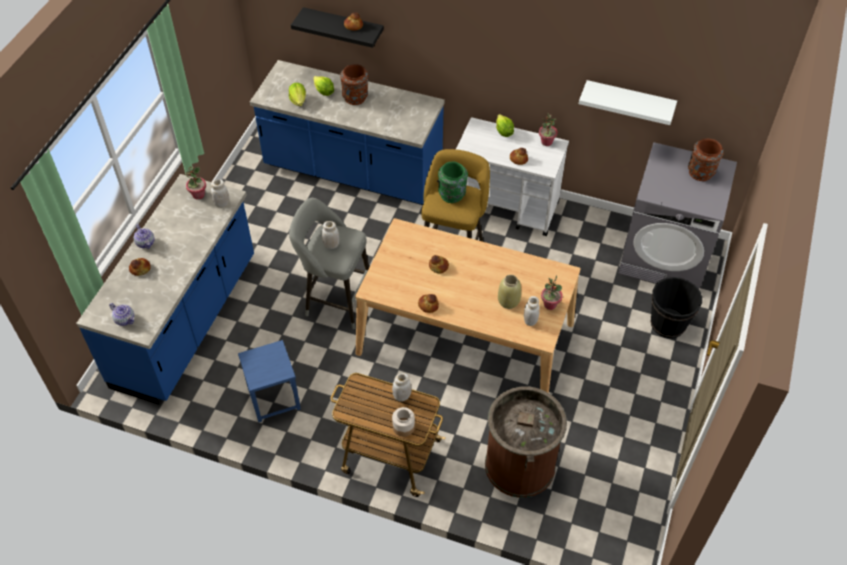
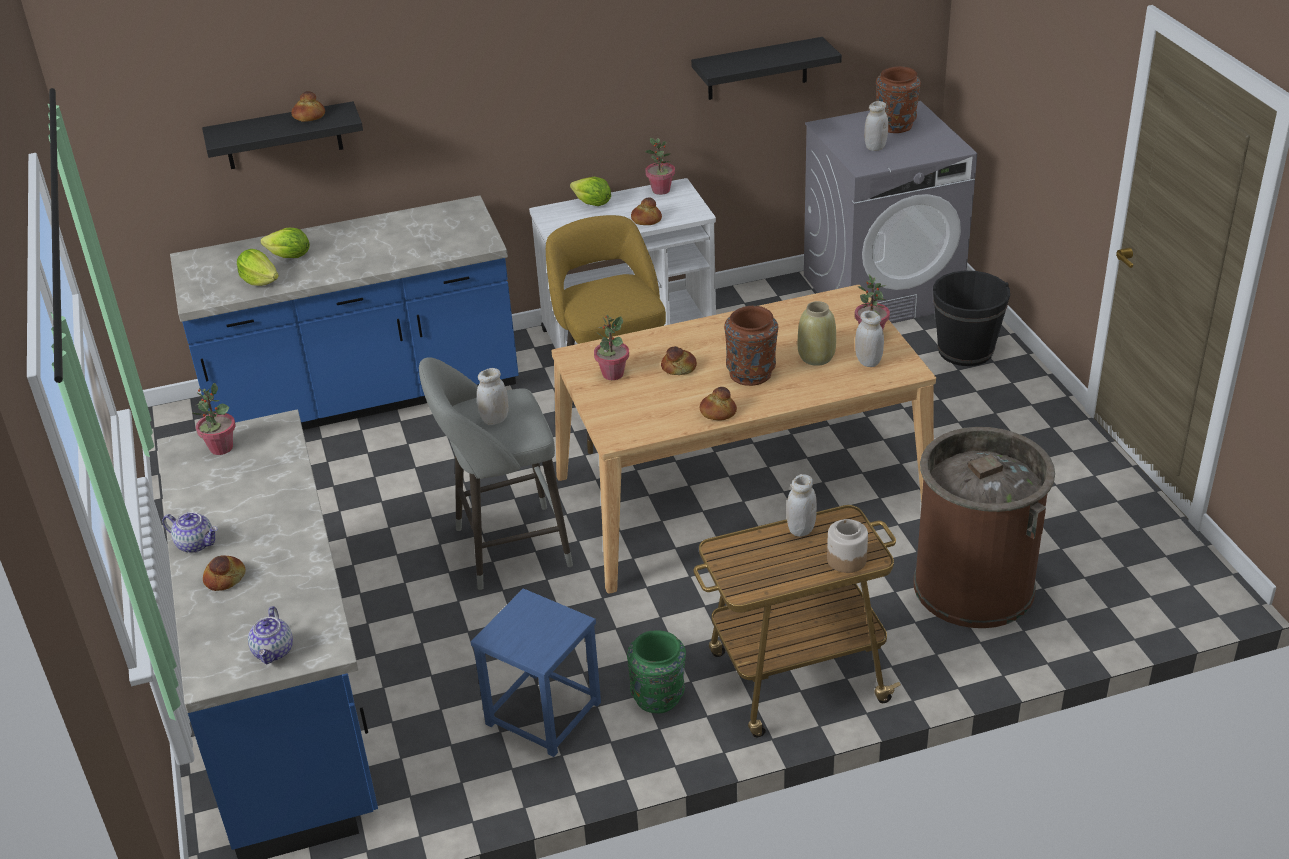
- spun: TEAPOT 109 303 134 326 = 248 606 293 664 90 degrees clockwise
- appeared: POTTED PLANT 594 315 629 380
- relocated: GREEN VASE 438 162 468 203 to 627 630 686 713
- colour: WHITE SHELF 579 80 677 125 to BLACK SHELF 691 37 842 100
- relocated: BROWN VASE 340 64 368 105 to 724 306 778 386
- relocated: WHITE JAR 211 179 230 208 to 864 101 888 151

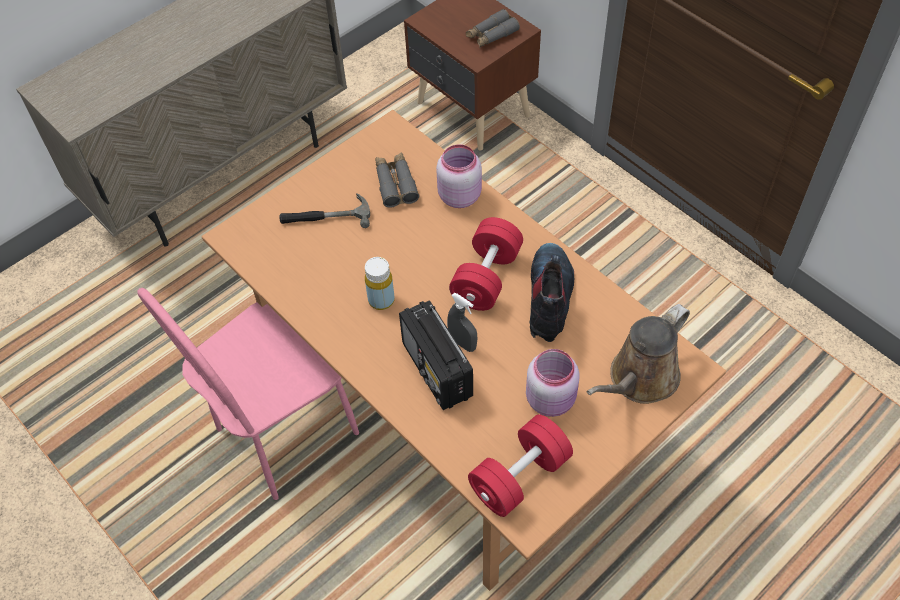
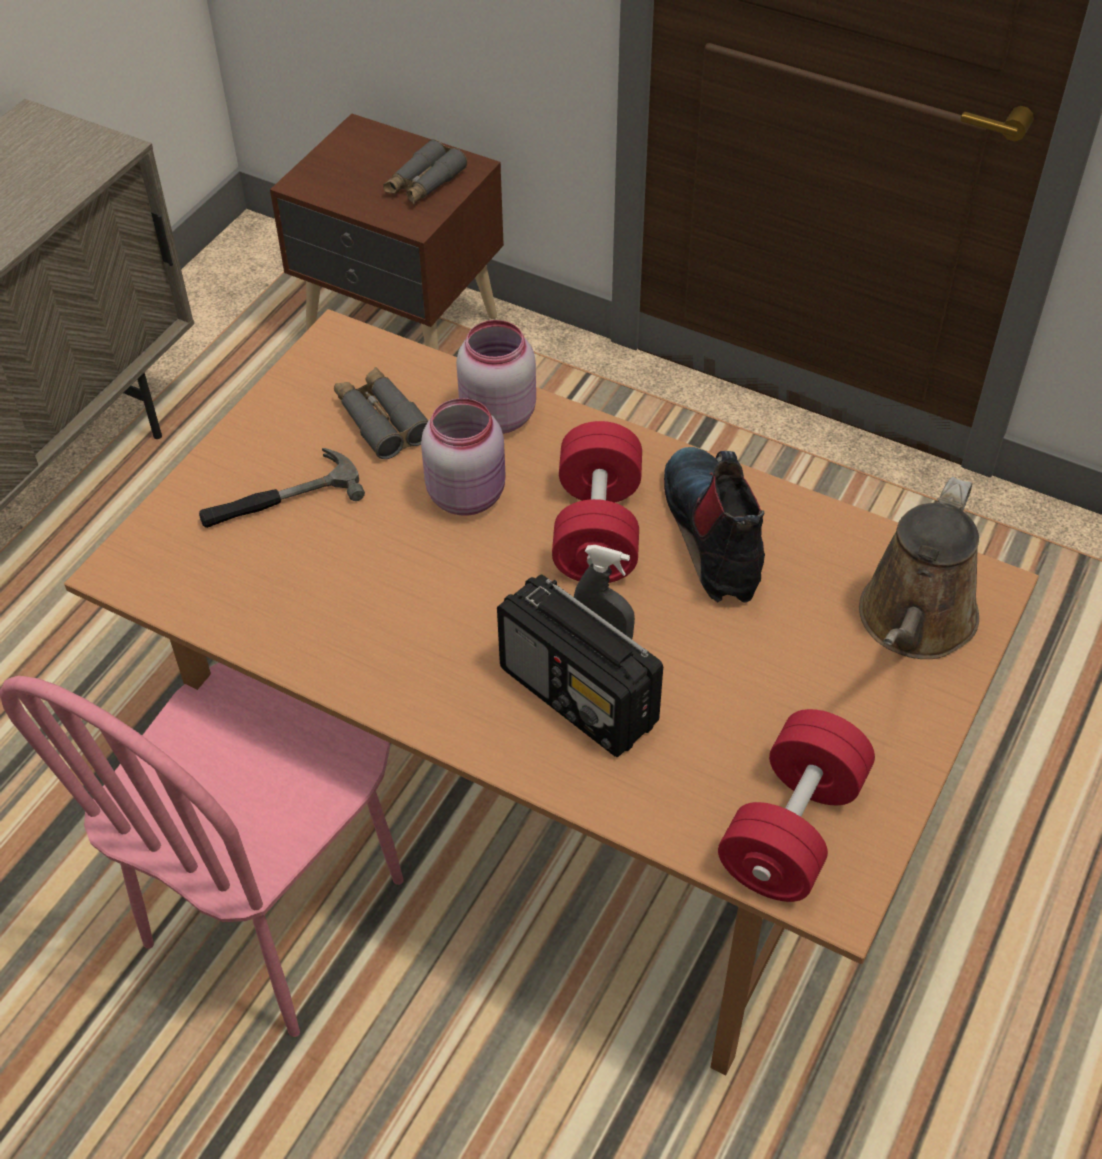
- relocated: PINK JAR 526 349 580 417 to 421 398 505 516
- missing: YELLOW BOTTLE 365 257 395 310

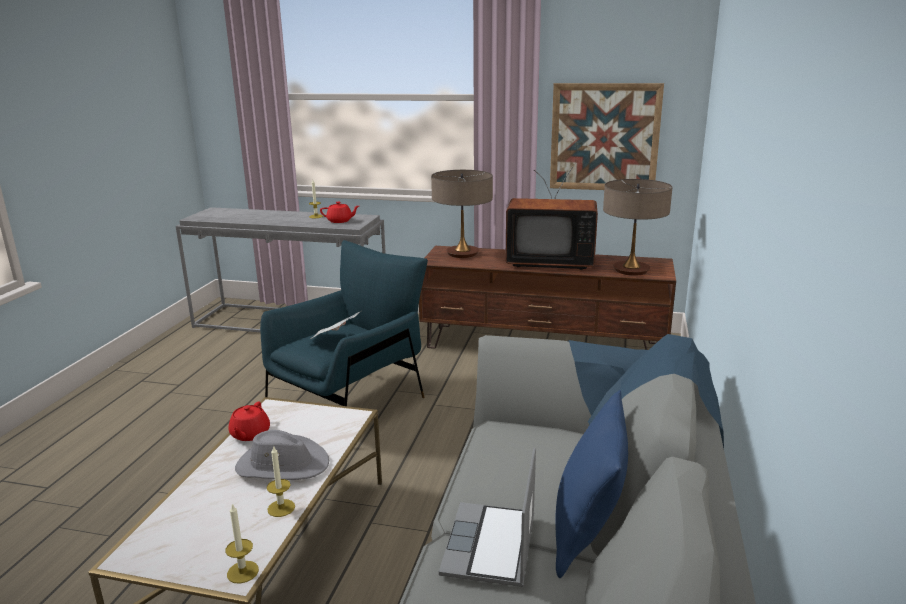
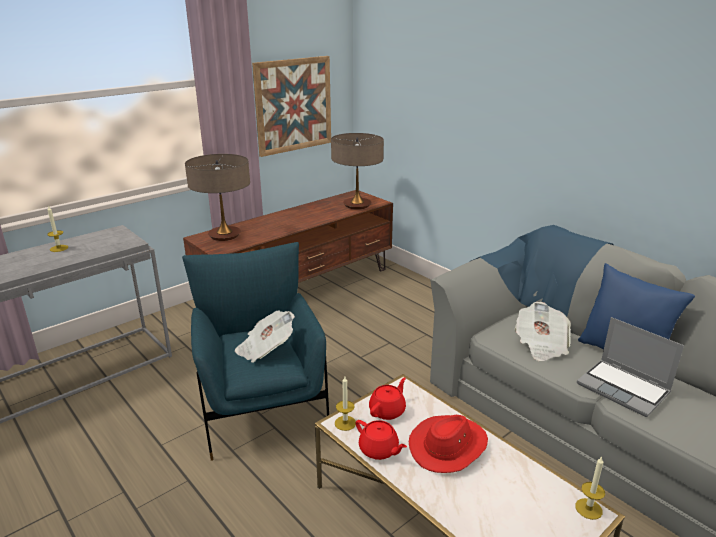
- relocated: CANDLE 267 445 295 517 to 335 377 356 431
- relocated: RED TEAPOT 320 202 359 223 to 369 378 406 420
- colour: GREY HAT 235 430 329 480 to RED HAT 409 415 488 473
- appeared: NEWSPAPER 515 302 571 361
- missing: TELEVISION 505 167 598 270

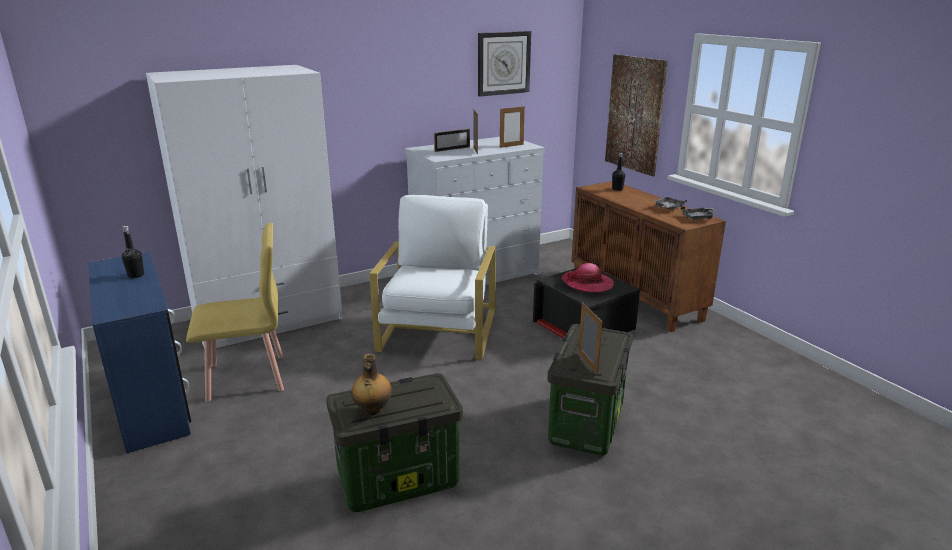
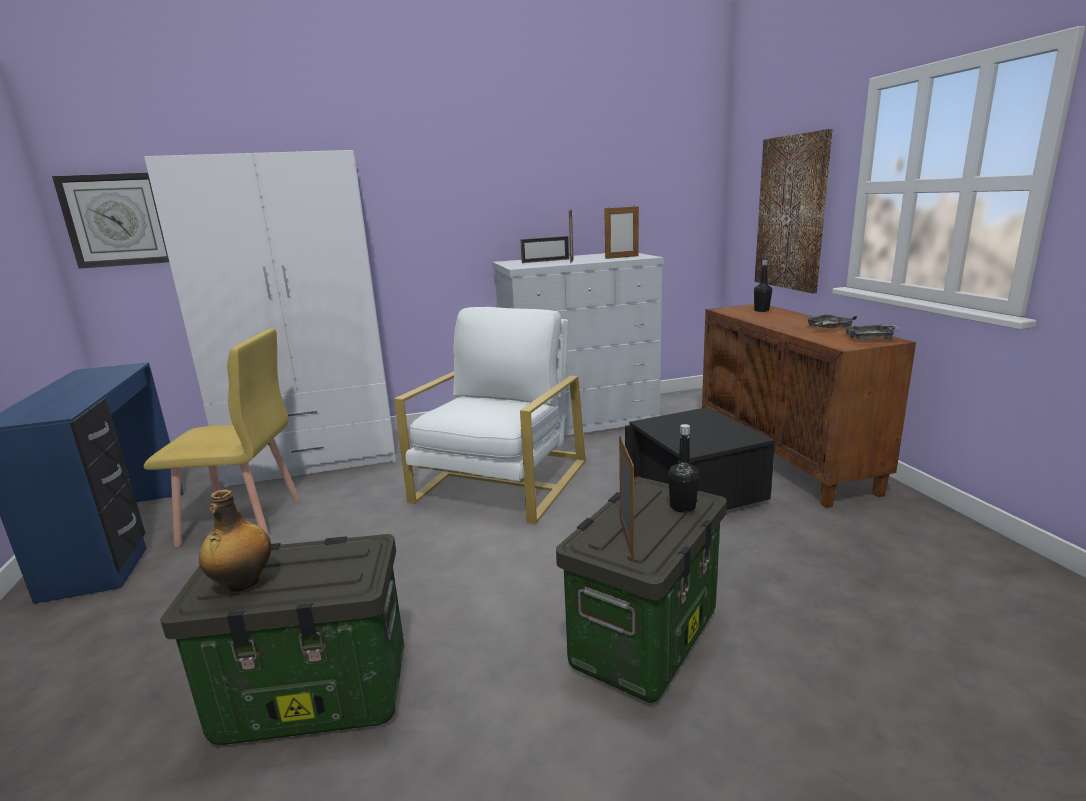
- relocated: WALL CLOCK 478 31 531 97 to 52 173 169 269
- relocated: BLACK BOTTLE 122 226 144 278 to 668 424 700 513
- missing: HAT 561 263 614 293

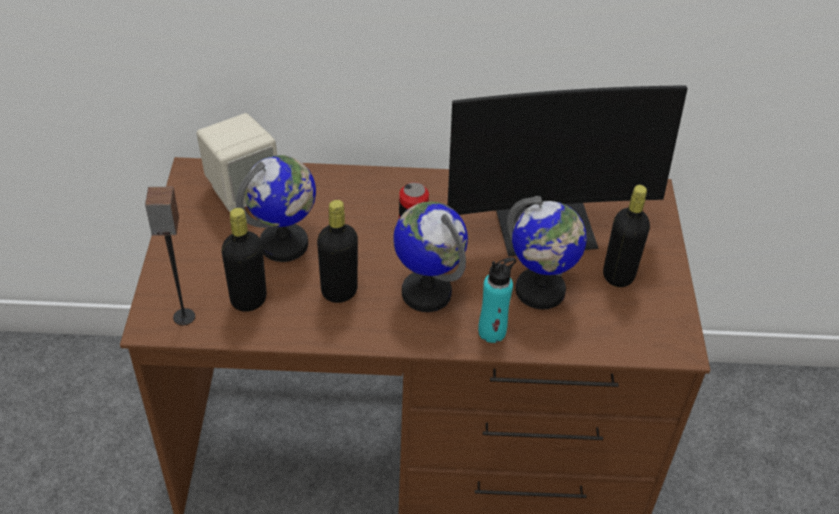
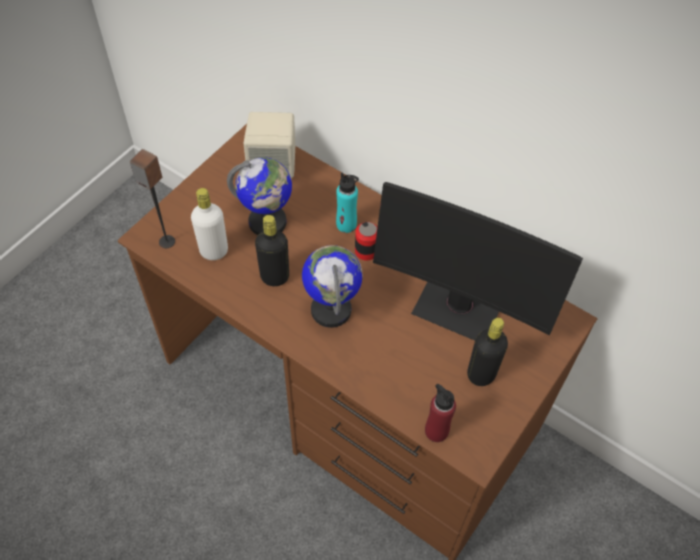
- colour: BLACK BOTTLE 221 208 267 312 to WHITE BOTTLE 191 188 228 260
- relocated: TURQUOISE BOTTLE 478 257 517 343 to 336 173 359 233
- appeared: RED BOTTLE 425 384 456 442
- missing: GLOBE 507 196 587 309

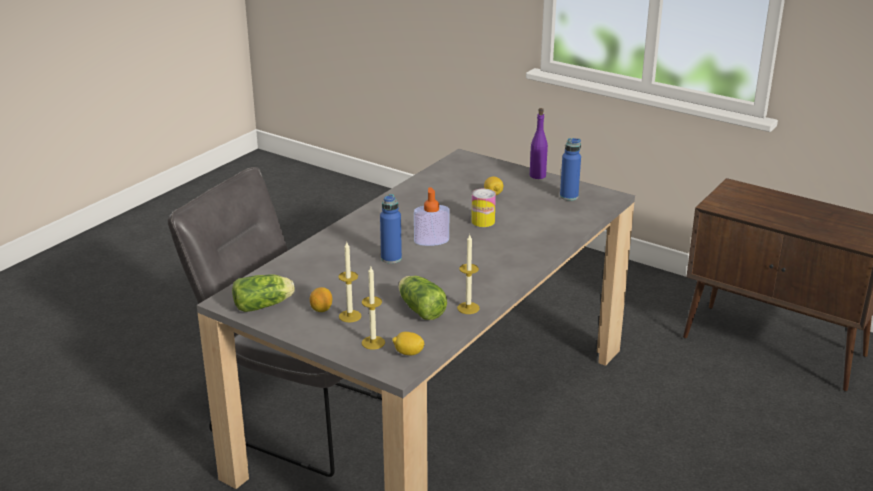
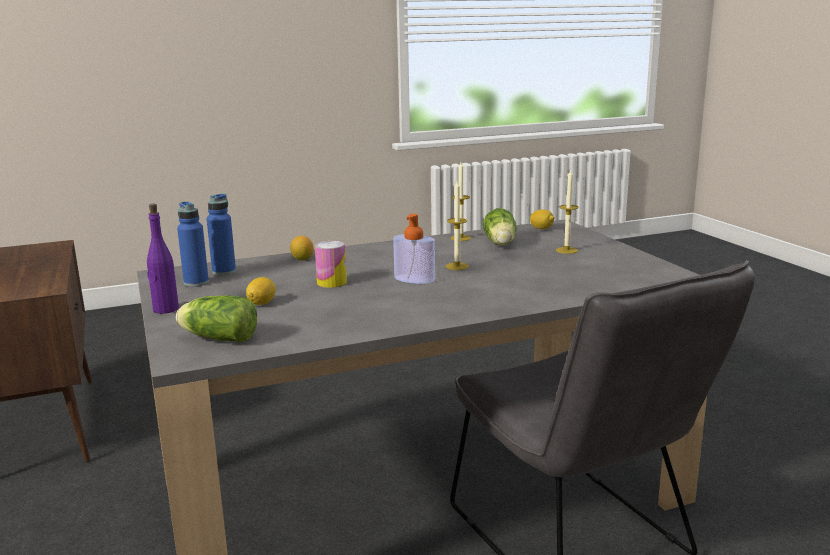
- relocated: LETTUCE 232 274 295 312 to 176 295 257 342
- relocated: BLUE BOTTLE 380 194 402 264 to 207 194 236 275
- relocated: LEMON 310 287 332 312 to 290 236 314 260
- relocated: CANDLE 362 267 385 350 to 446 181 469 270

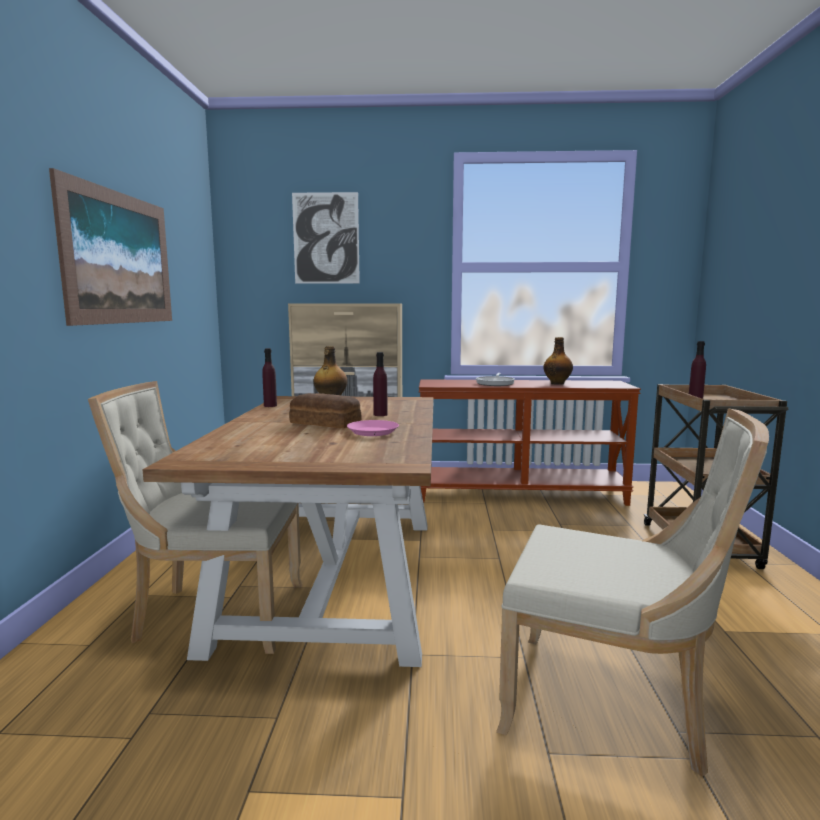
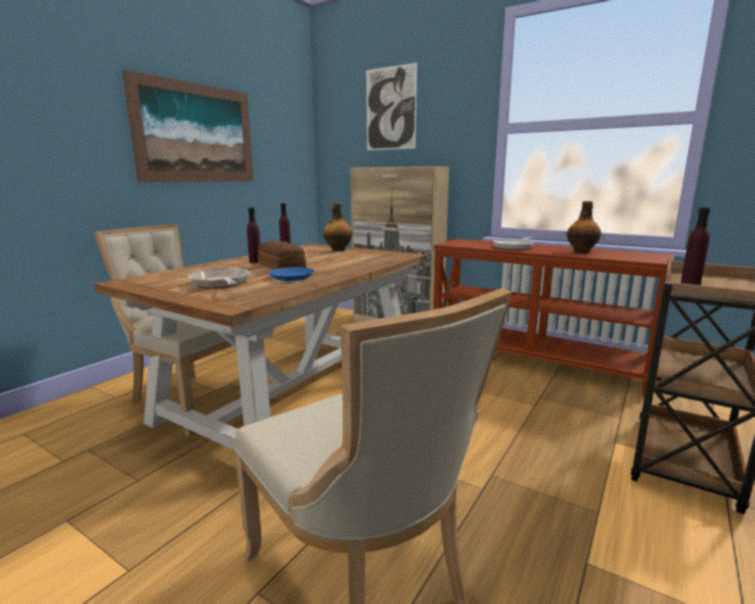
- appeared: FRYING PAN 188 268 251 289
- relocated: PURPLE BOTTLE 373 352 388 416 to 247 208 260 263
- colour: PINK PLATE 347 420 399 436 to BLUE PLATE 268 267 314 281

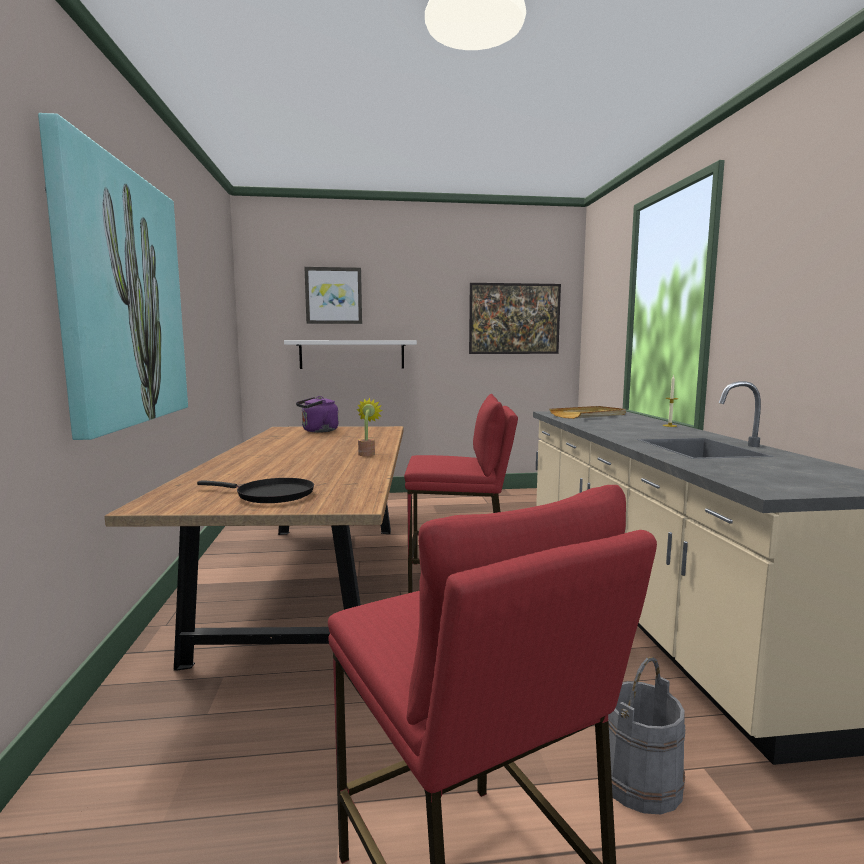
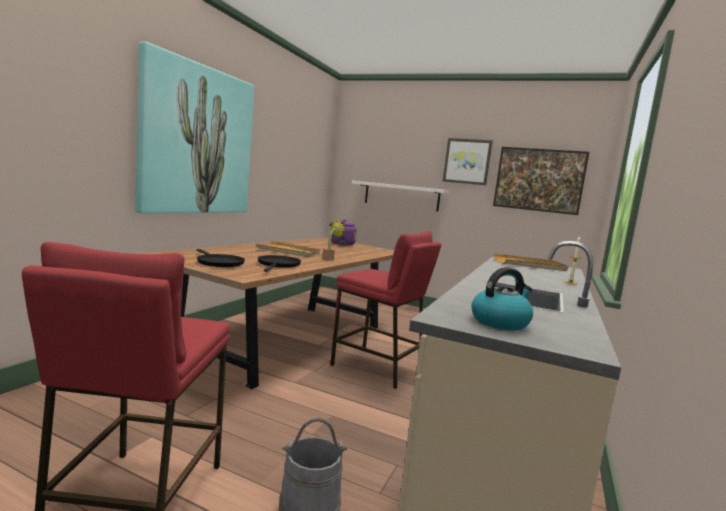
- appeared: BEIGE TRAY 256 241 320 257
- appeared: BLACK FRYING PAN 258 255 301 272
- relocated: PICTURE 304 267 362 324 to 443 138 493 185
- appeared: KETTLE 471 267 533 330

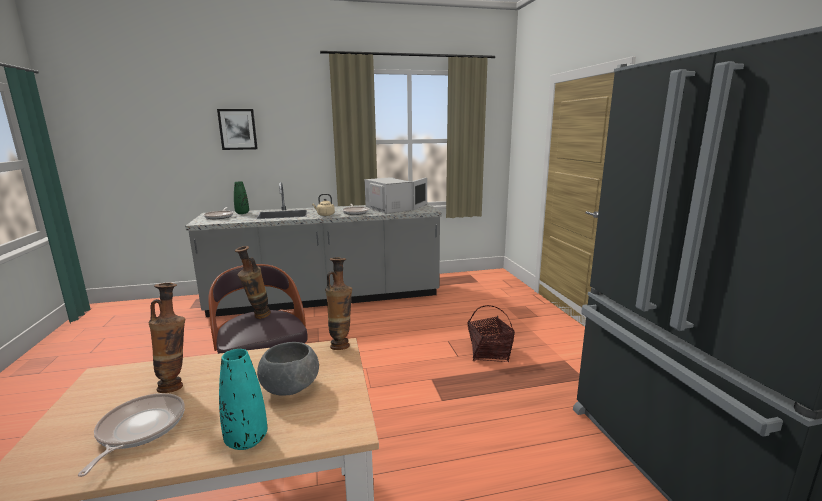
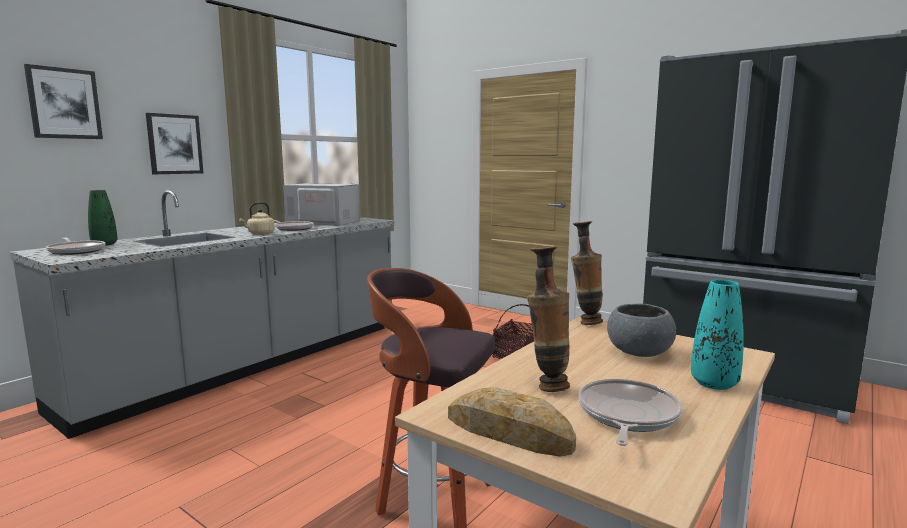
- appeared: PICTURE 146 113 203 174
- appeared: BREAD 448 387 576 457
- spun: FRYING PAN 78 393 185 477 = 578 379 683 446 60 degrees clockwise
- missing: VASE 235 246 271 319

